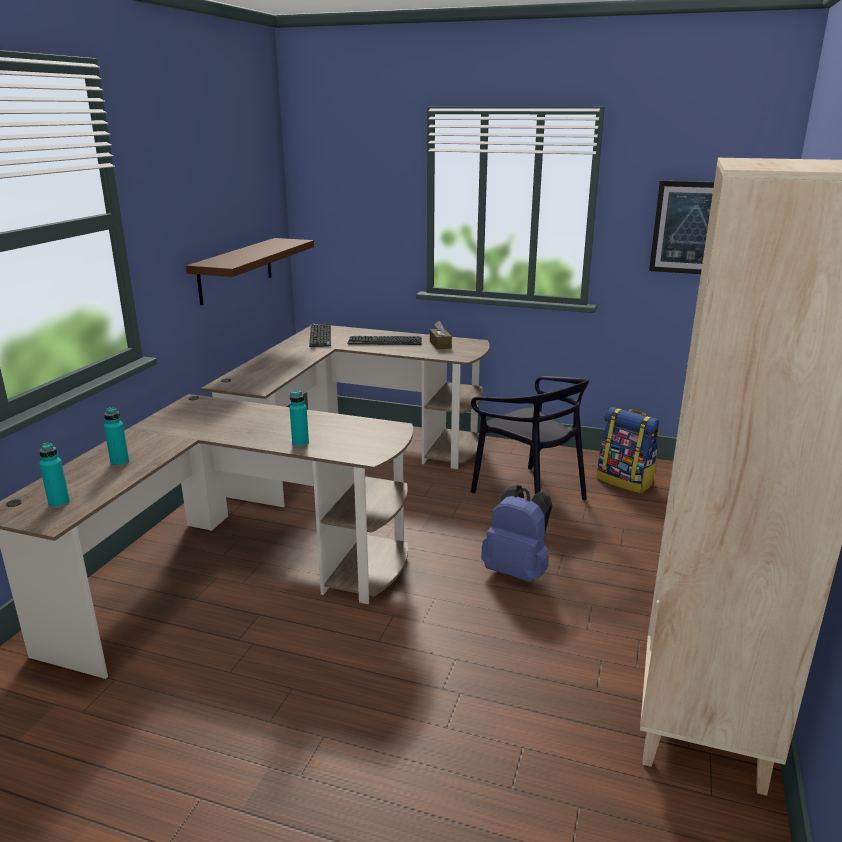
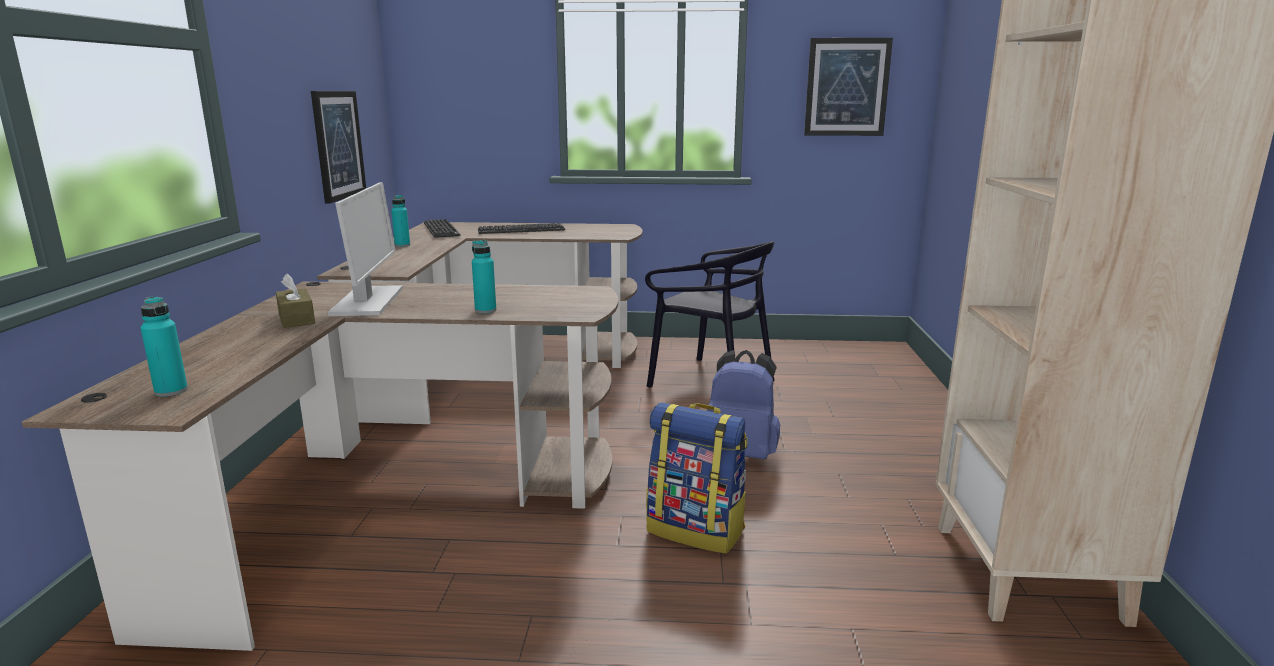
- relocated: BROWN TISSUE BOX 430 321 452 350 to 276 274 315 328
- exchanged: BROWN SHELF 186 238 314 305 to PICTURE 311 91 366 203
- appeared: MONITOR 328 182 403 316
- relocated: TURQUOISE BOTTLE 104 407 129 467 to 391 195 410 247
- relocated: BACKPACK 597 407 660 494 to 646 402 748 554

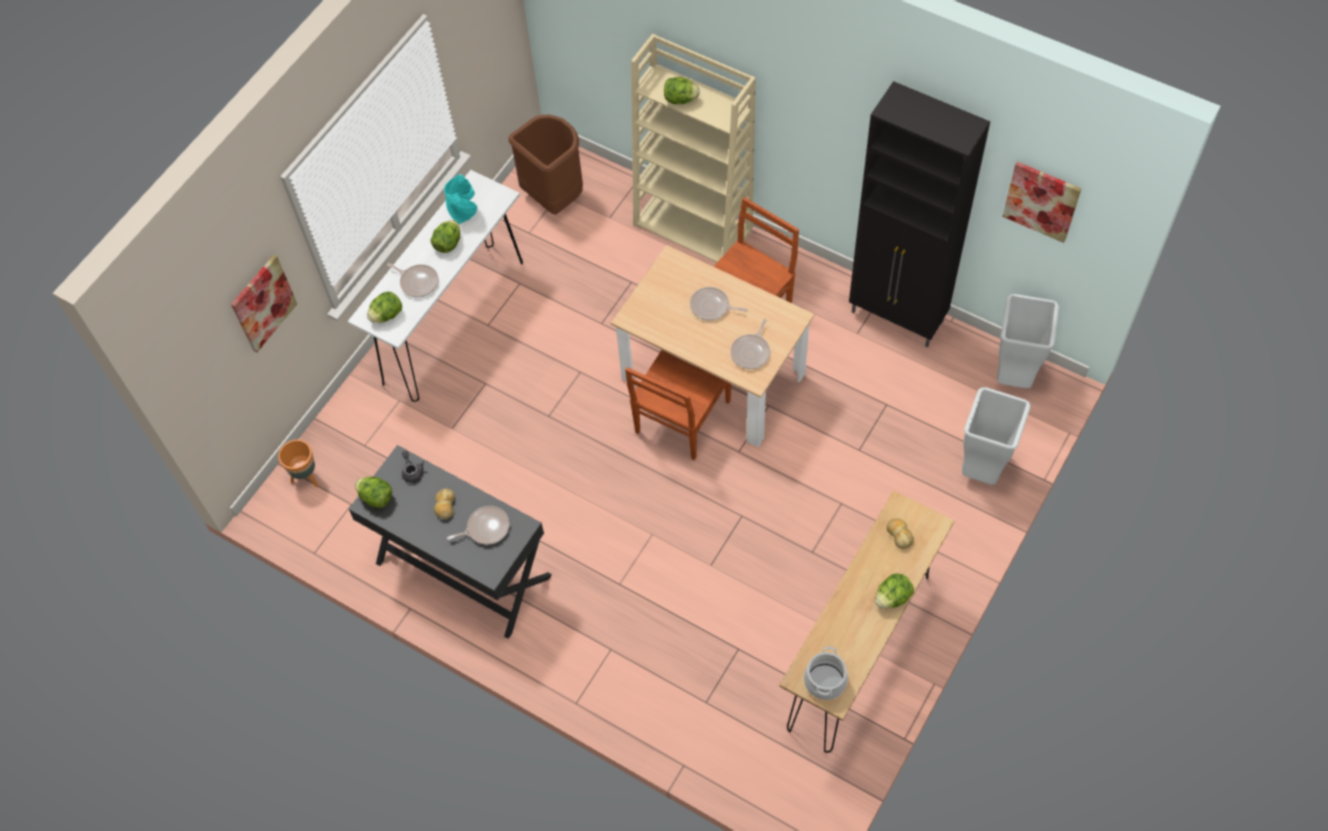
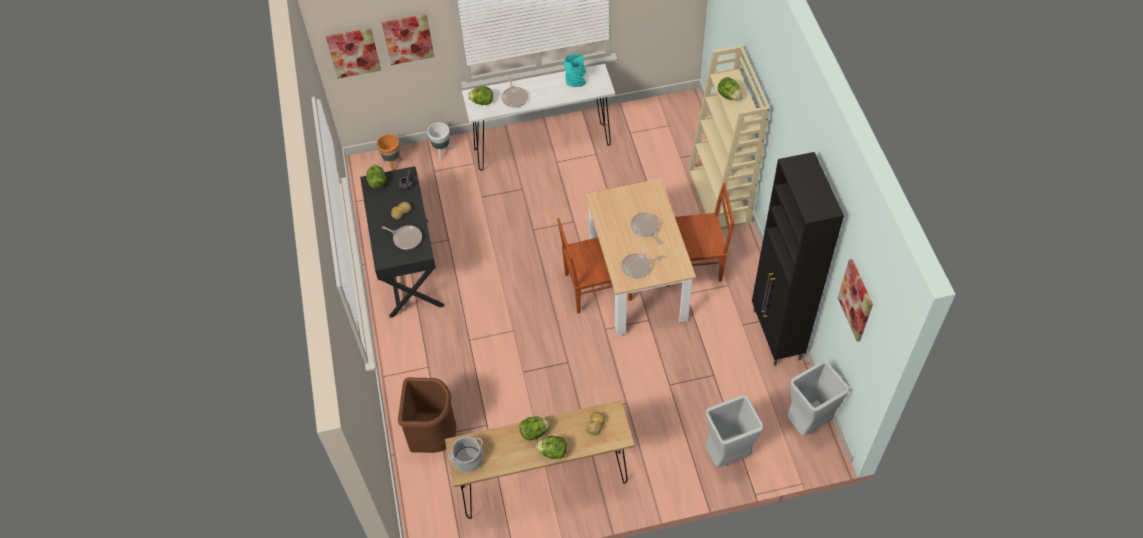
- appeared: PICTURE 326 28 381 78
- relocated: BROWN TRASH CAN 508 115 583 215 to 398 378 457 453
- appeared: WHITE PLANTER 427 122 452 160
- relocated: LETTUCE 431 220 460 253 to 520 416 550 440

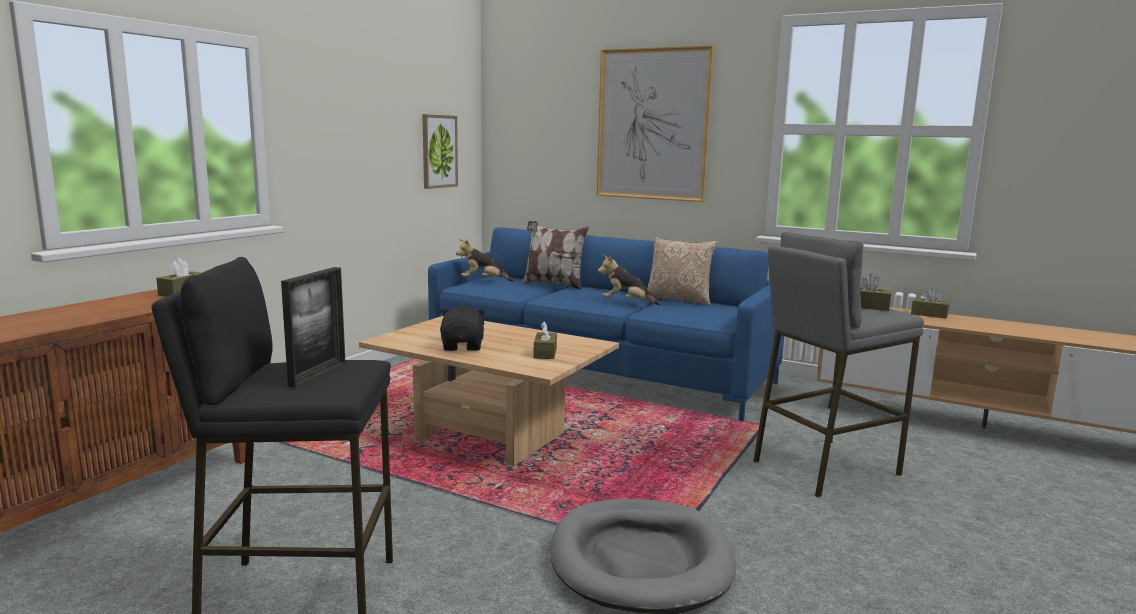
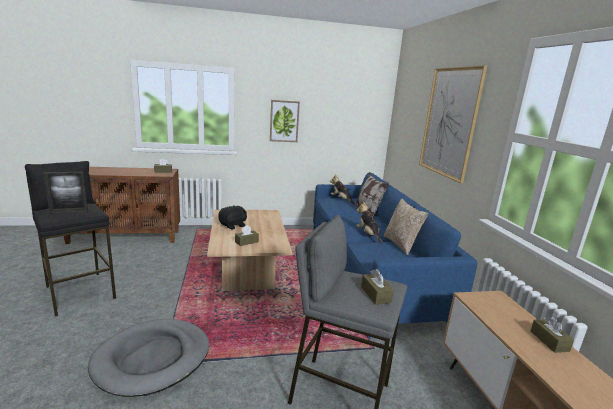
- relocated: PICTURE 422 114 458 189 to 270 100 300 142

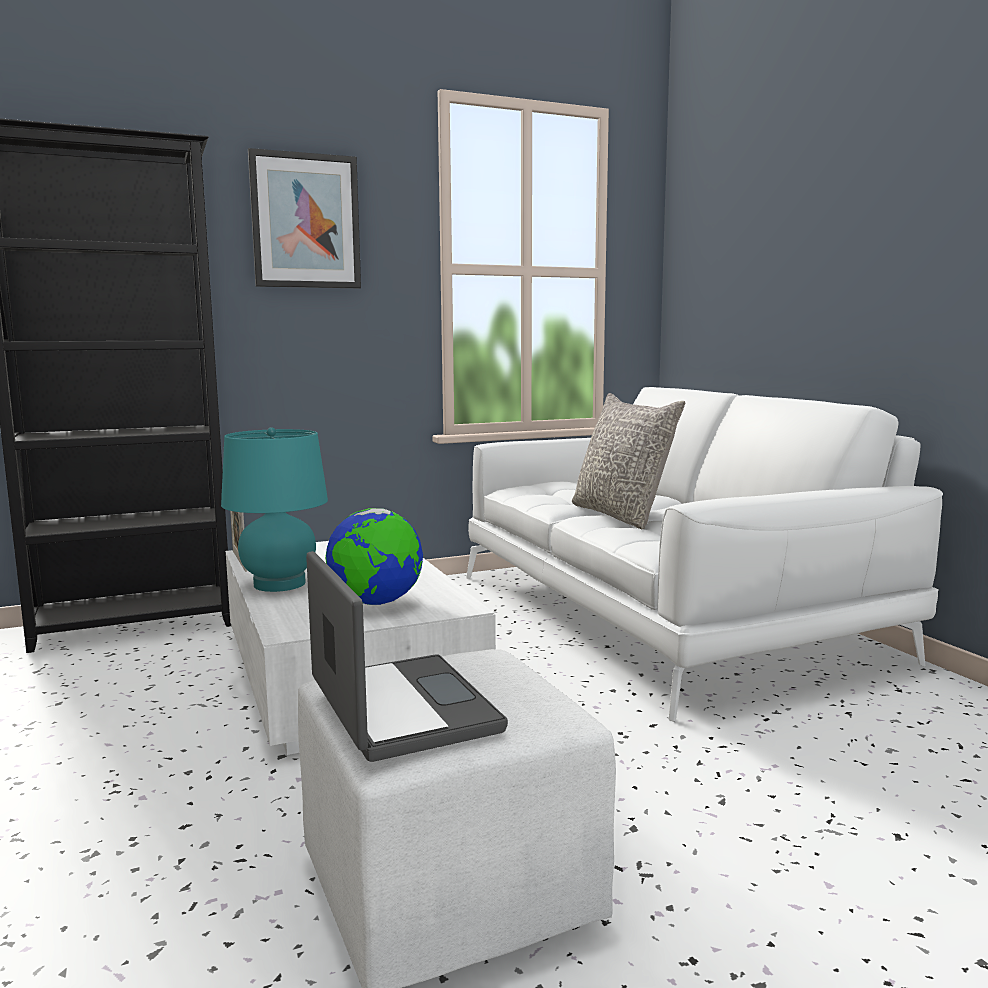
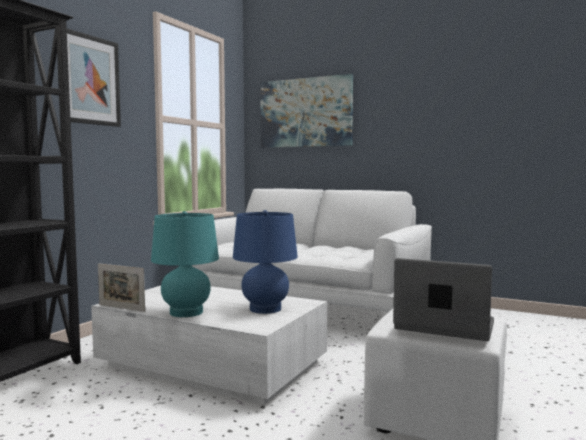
- exchanged: GLOBE 325 508 423 605 to BLUE TABLE LAMP 233 210 298 314
- appeared: PICTURE 260 74 353 148
- missing: GREY PILLOW 572 393 685 529

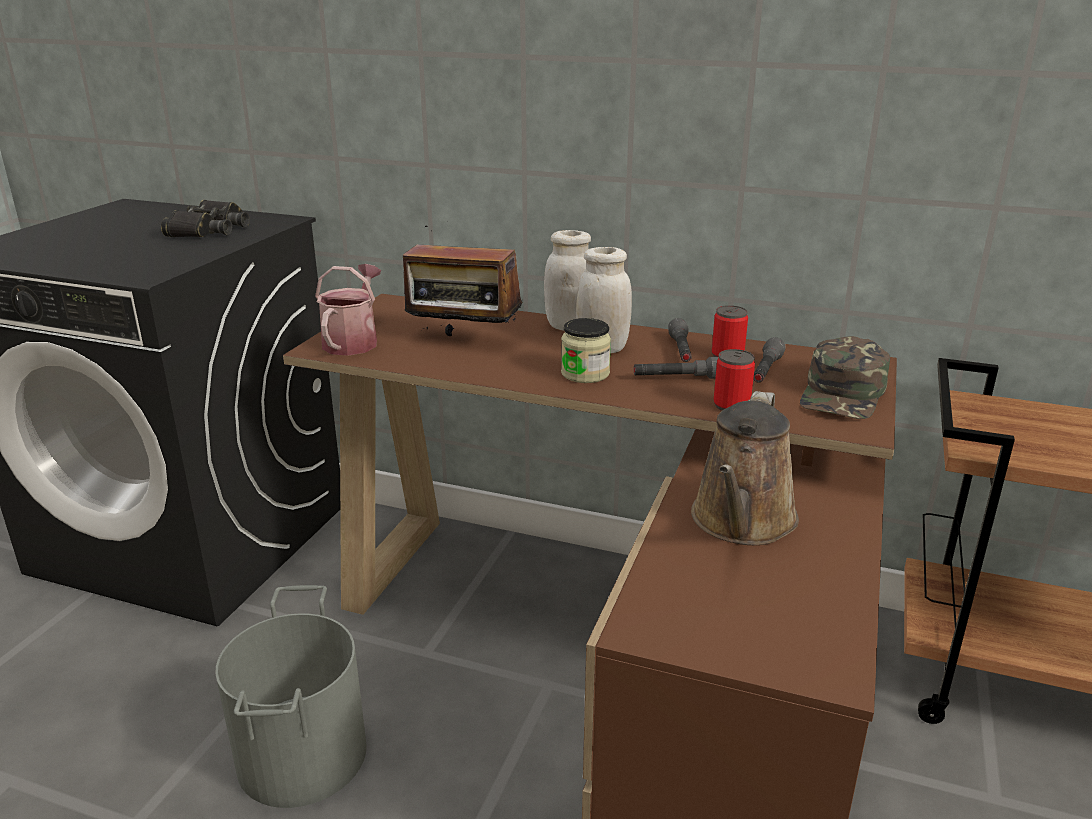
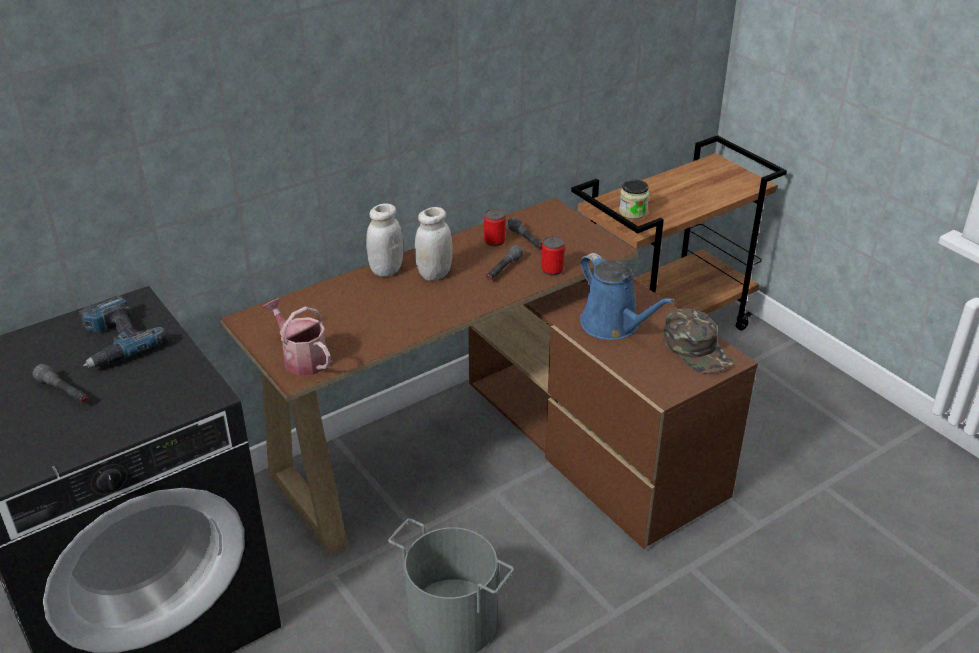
- relocated: GREY FLASHLIGHT 668 318 692 362 to 32 364 89 404
- exchanged: BLACK BINOCULARS 161 200 250 237 to POWER DRILL 80 296 168 368
- colour: BROWN WATERING CAN 691 391 799 545 to BLUE WATERING CAN 580 253 674 340
- relocated: JAR 561 318 611 383 to 619 180 649 219
- relocated: GREEN CAP 800 336 890 419 to 663 308 733 374
- missing: RADIO 403 225 522 336

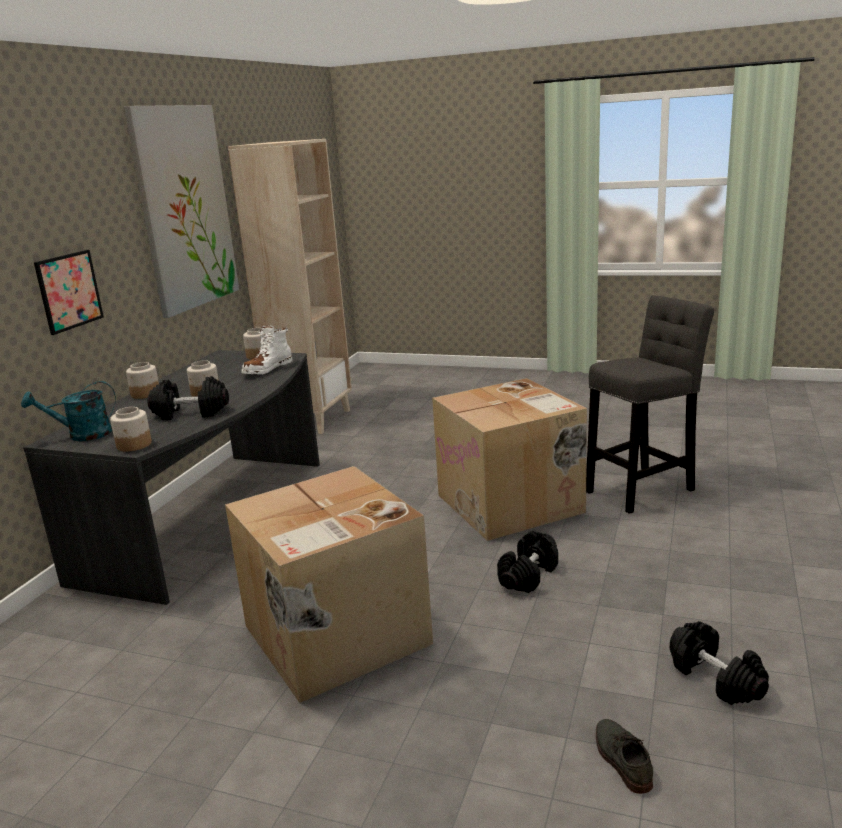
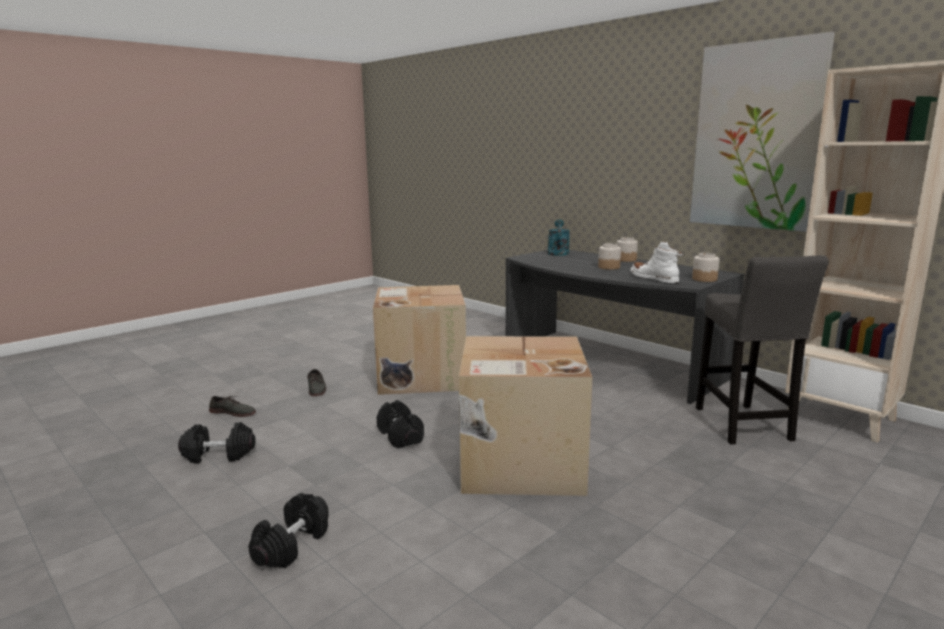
- relocated: BLACK DUMBBELL 147 376 229 420 to 248 493 329 568
- appeared: GREY SHOE 307 369 326 396
- relocated: GREY STOOL 586 295 714 514 to 696 255 829 444
- missing: PICTURE 34 250 104 335
- missing: JAR 110 407 152 451

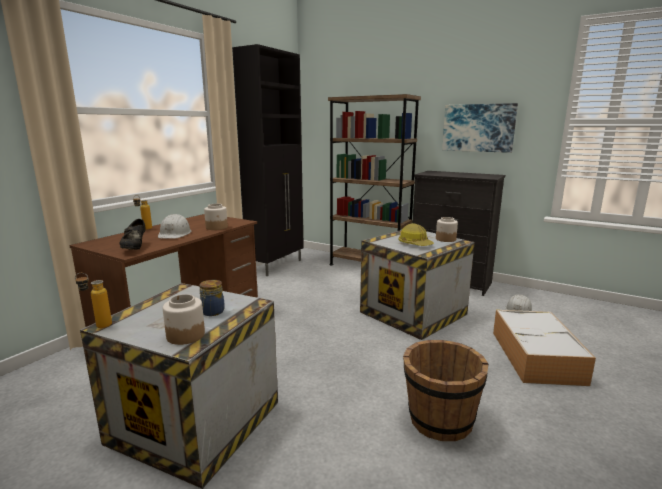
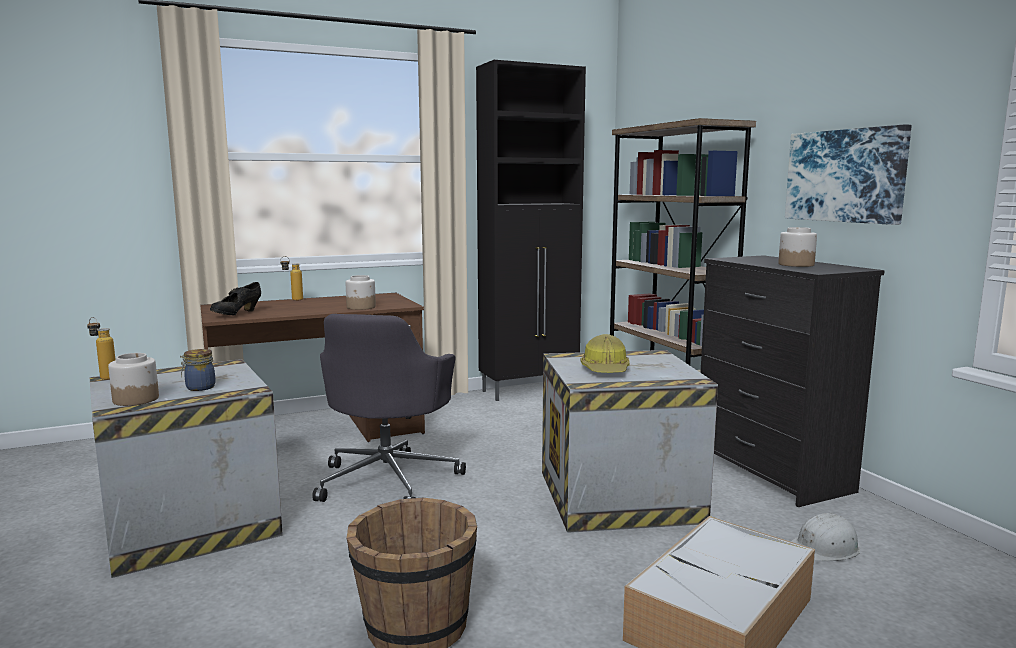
- appeared: GREY OFFICE CHAIR 312 314 466 502
- relocated: JAR 436 217 458 242 to 778 227 817 267
- missing: WHITE HARD HAT 158 214 192 239

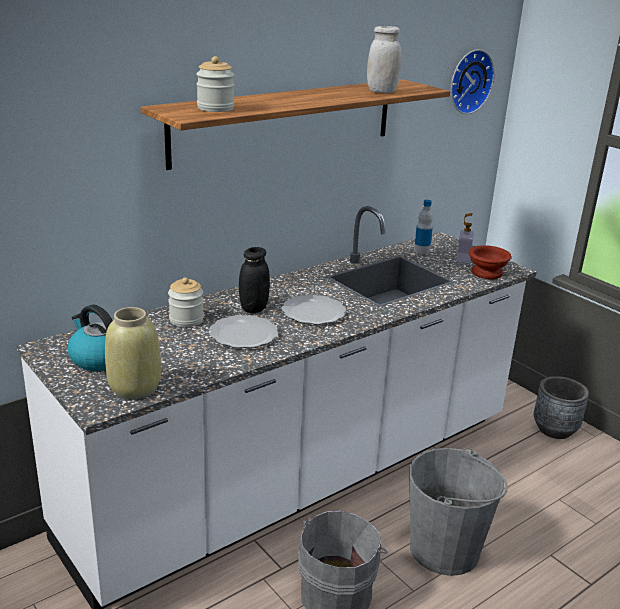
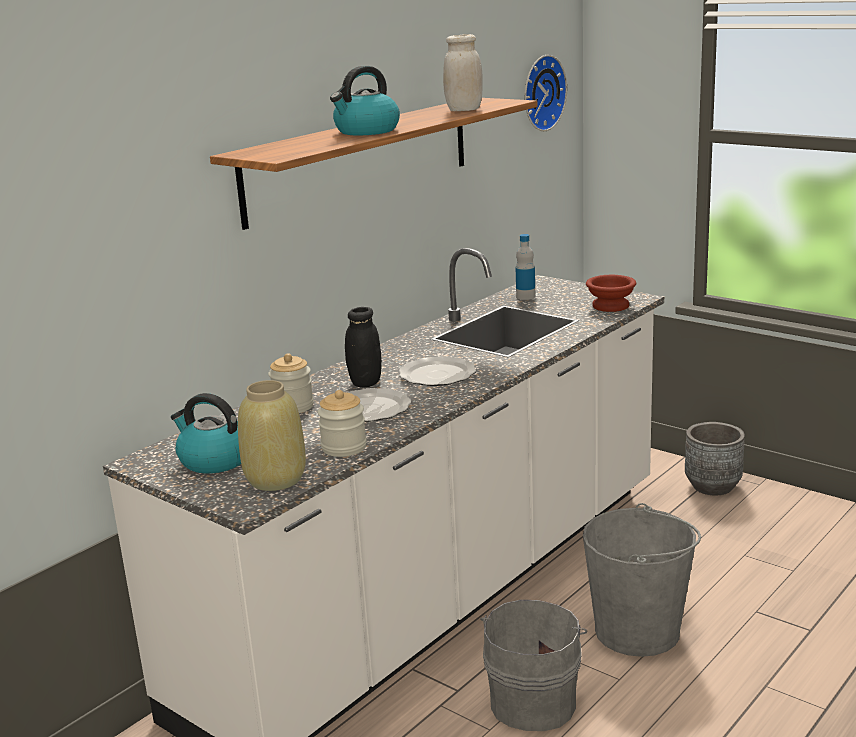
- relocated: JAR 196 56 234 112 to 318 390 367 457
- appeared: KETTLE 330 66 400 135
- missing: SOAP DISPENSER 456 213 474 263

